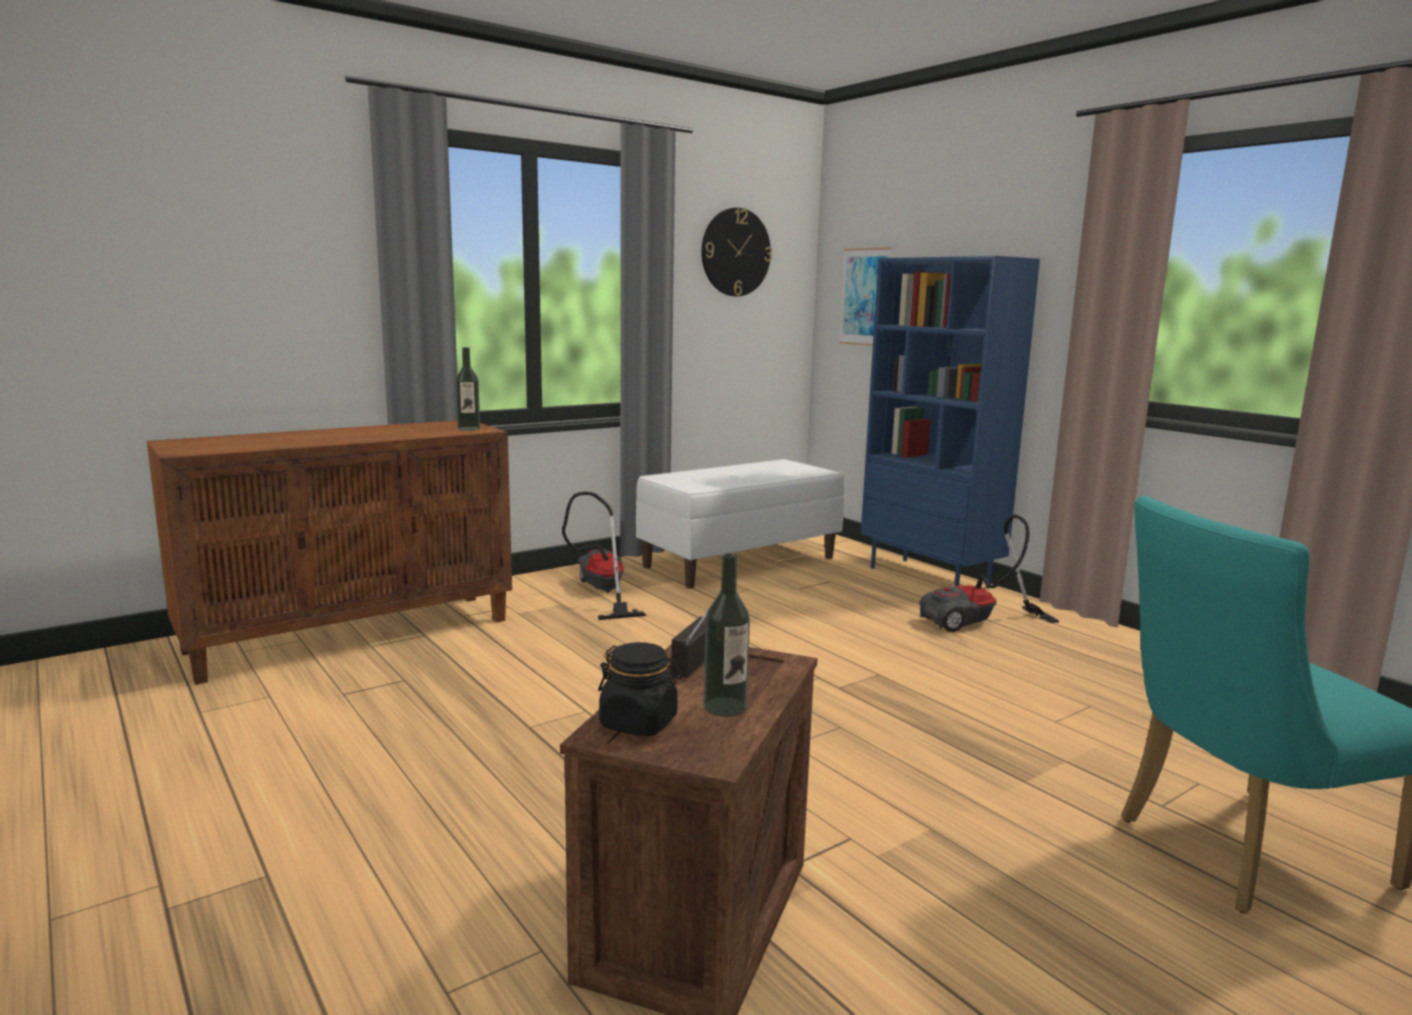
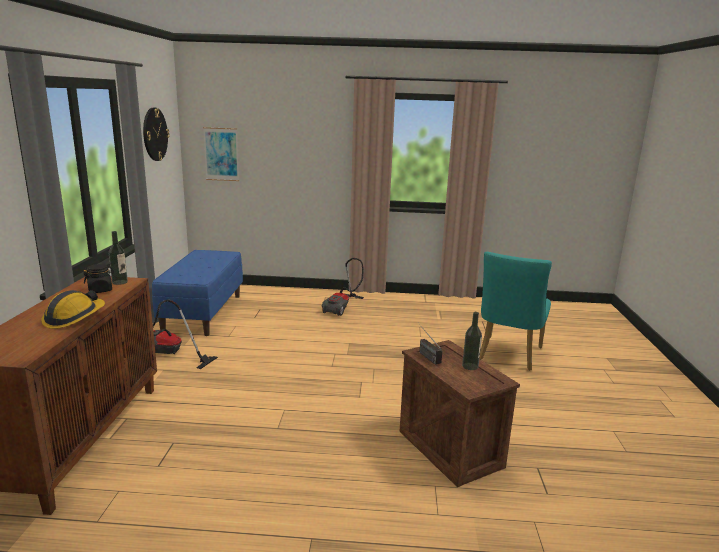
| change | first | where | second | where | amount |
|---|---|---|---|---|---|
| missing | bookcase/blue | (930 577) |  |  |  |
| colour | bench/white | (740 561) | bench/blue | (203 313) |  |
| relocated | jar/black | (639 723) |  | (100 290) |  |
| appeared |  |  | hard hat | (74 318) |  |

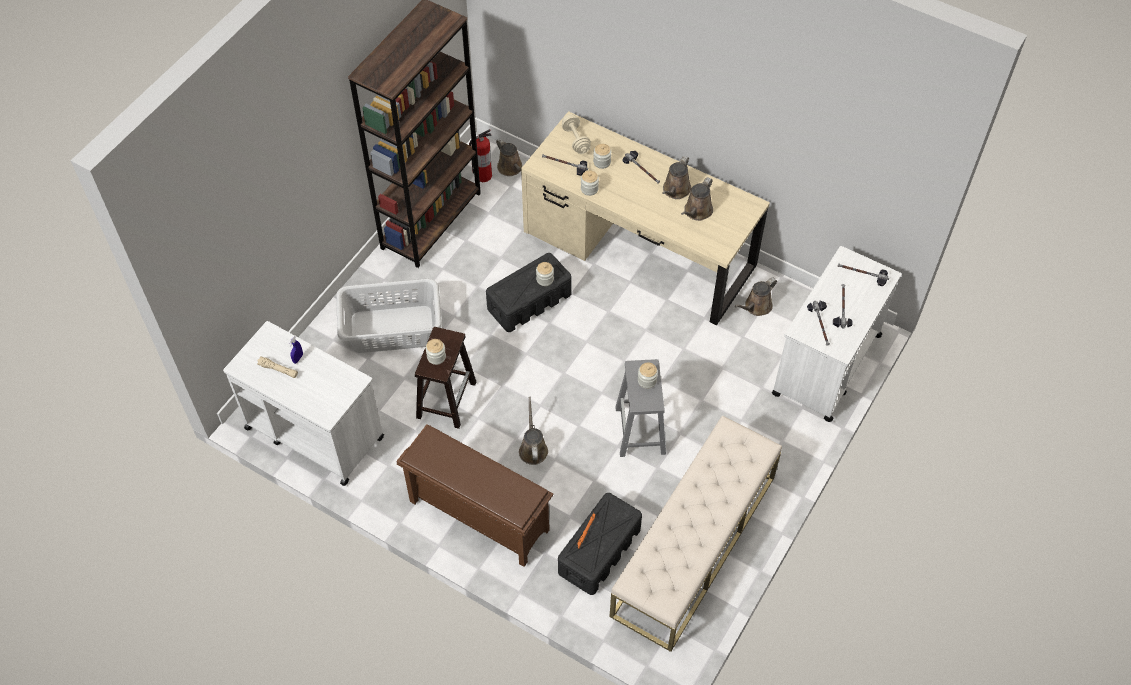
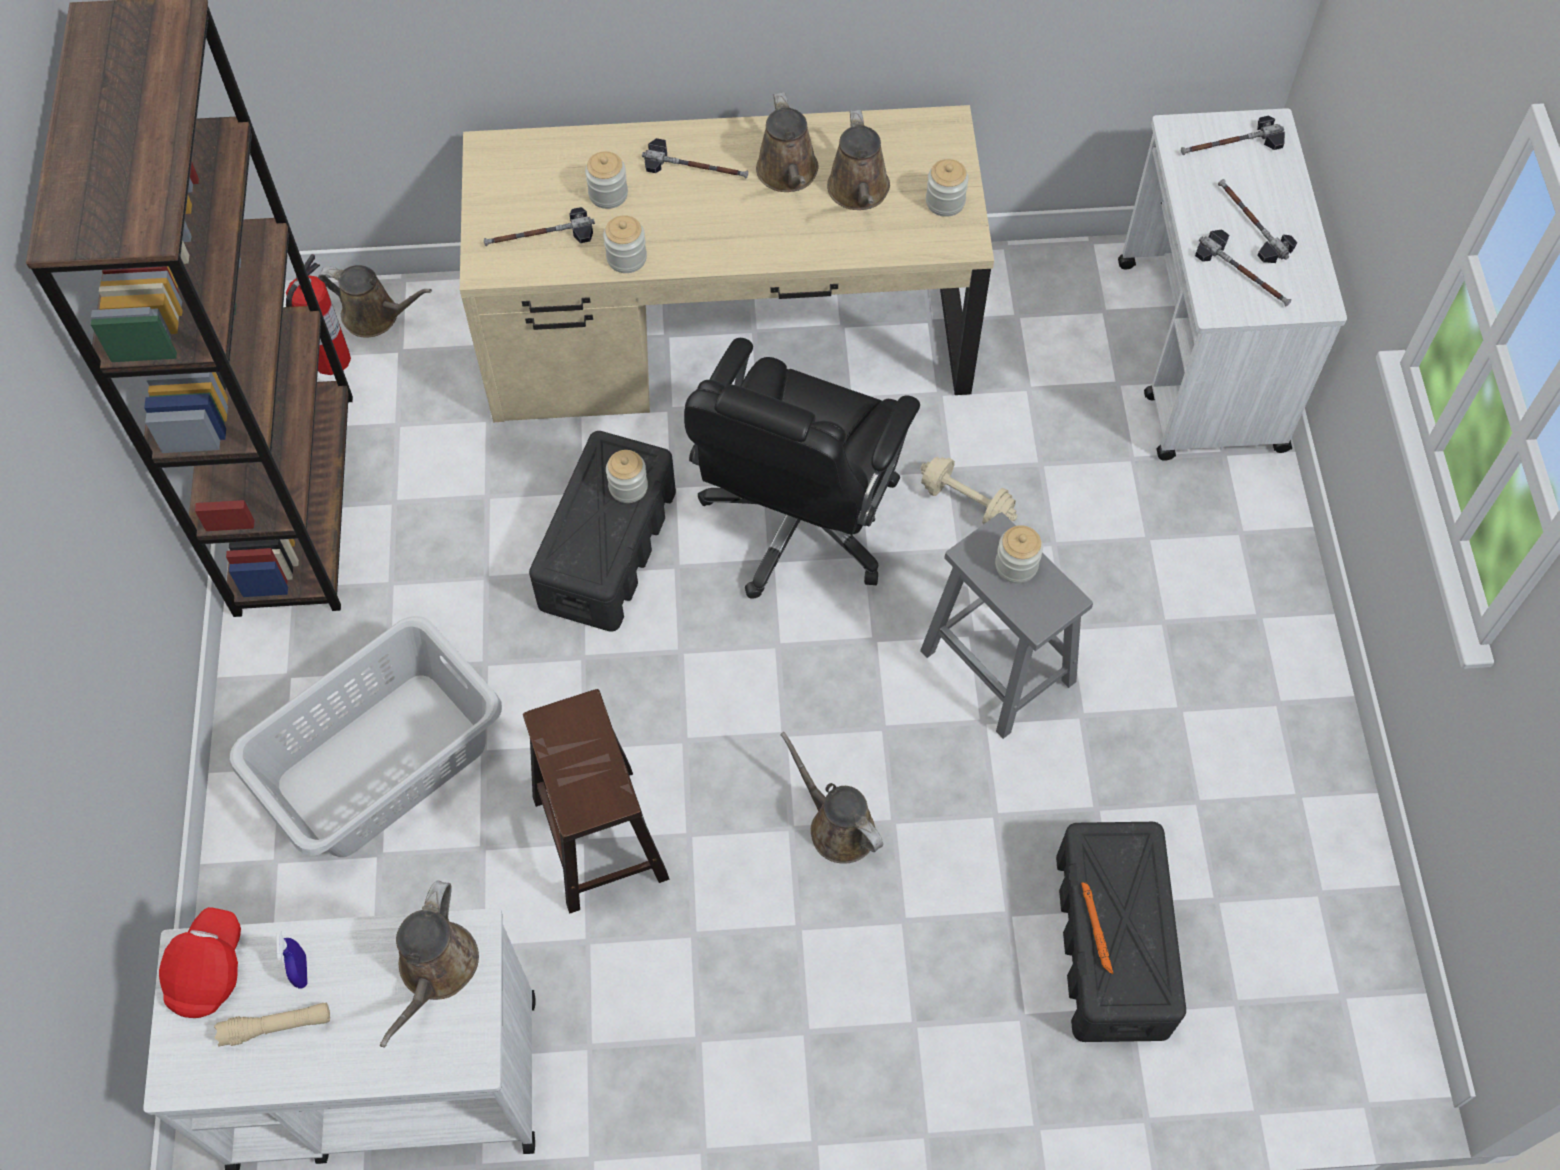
| change | first | where | second | where | amount |
|---|---|---|---|---|---|
| relocated | dumbbell/beige | (576 140) |  | (966 502) |  |
| relocated | watering can/brown | (756 307) |  | (436 970) |  |
| relocated | jar | (436 357) |  | (945 202) |  |
| missing | bench/beige | (694 546) |  |  |  |
| missing | shoe rack/brown | (477 516) |  |  |  |
| appeared |  |  | office chair/black | (799 523) |  |
| appeared |  |  | cap/red | (208 970) |  |

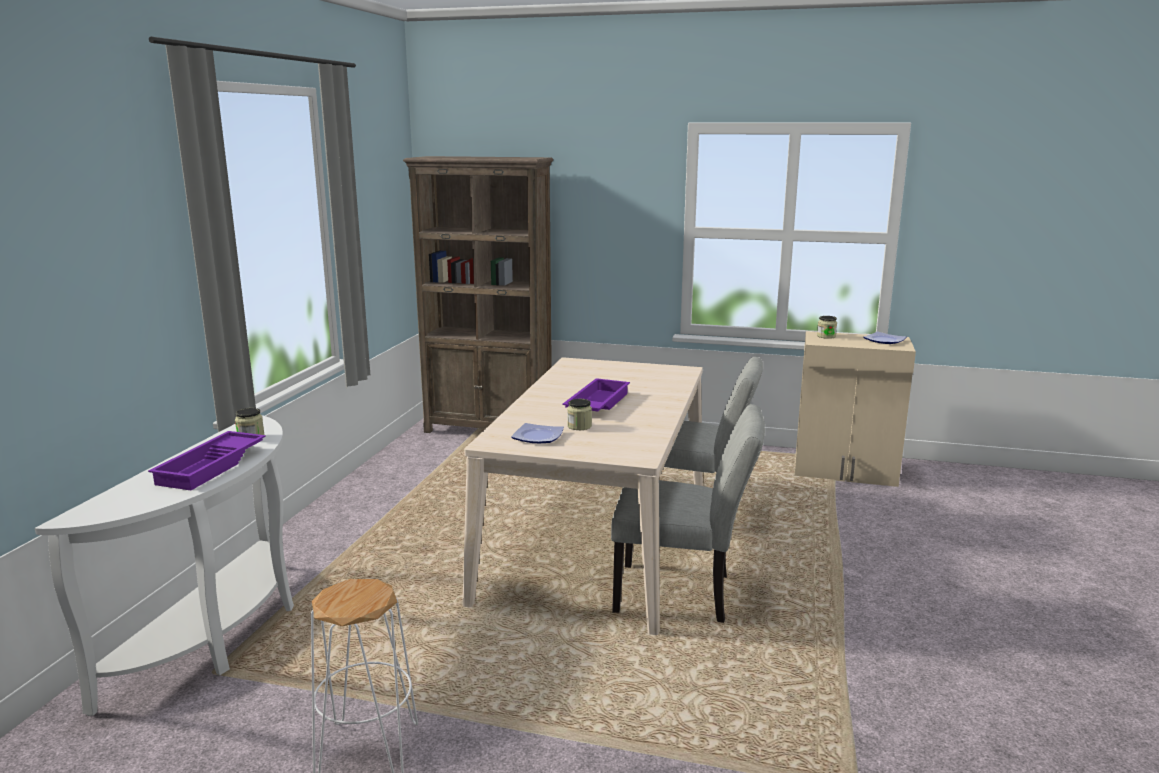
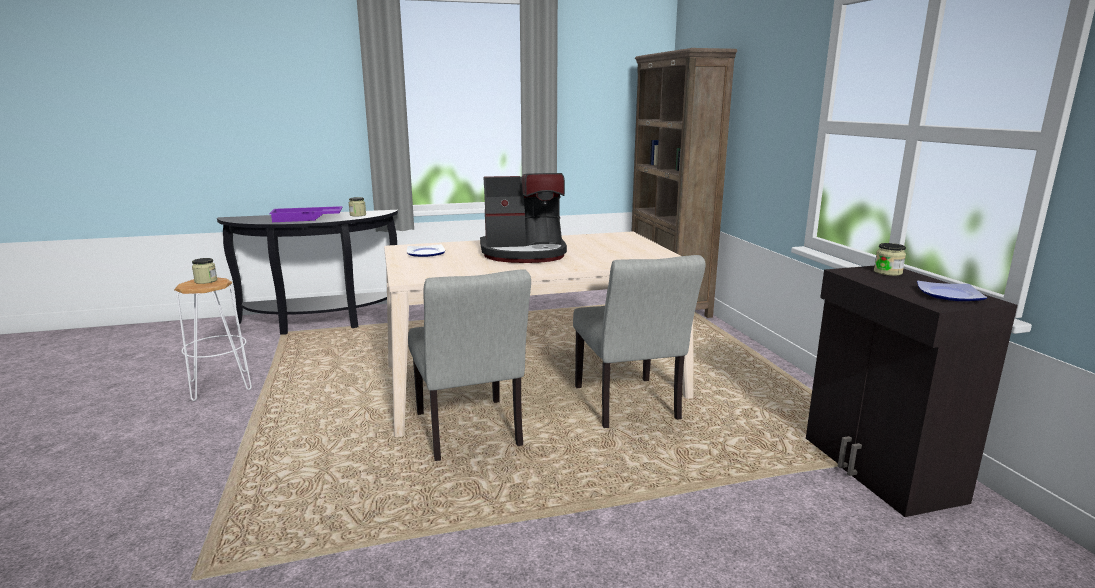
| change | first | where | second | where | amount |
|---|---|---|---|---|---|
| colour | cabinet/beige | (845 472) | cabinet/black | (879 469) |  |
| exchanged | tray/purple | (596 404) | coffee machine | (524 253) |  |
| relocated | jar | (579 426) |  | (206 281) |  |
| colour | console table/white | (221 634) | console table/black | (320 323) |  |

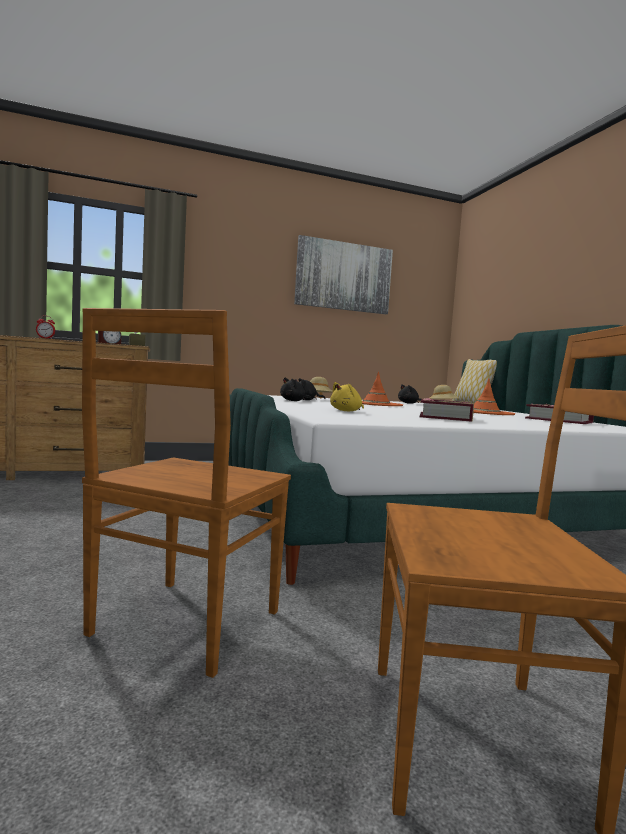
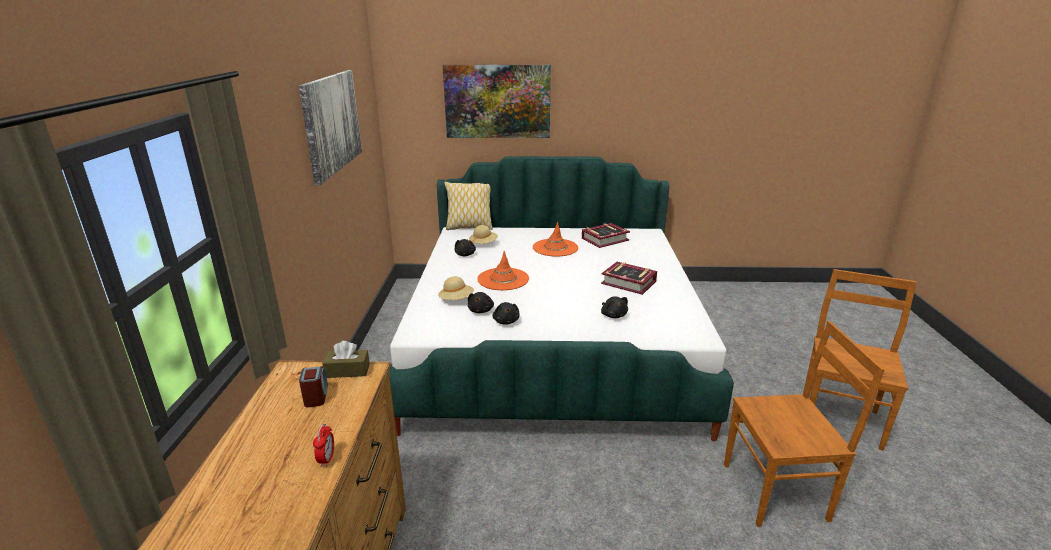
| change | first | where | second | where | amount |
|---|---|---|---|---|---|
| spun | chair/brown | (183 625) |  | (777 491) | 45 degrees counterclockwise |
| colour | plush toy/yellow | (347 411) | plush toy/black | (613 315) |  |
| appeared |  |  | picture | (497 101) |  |

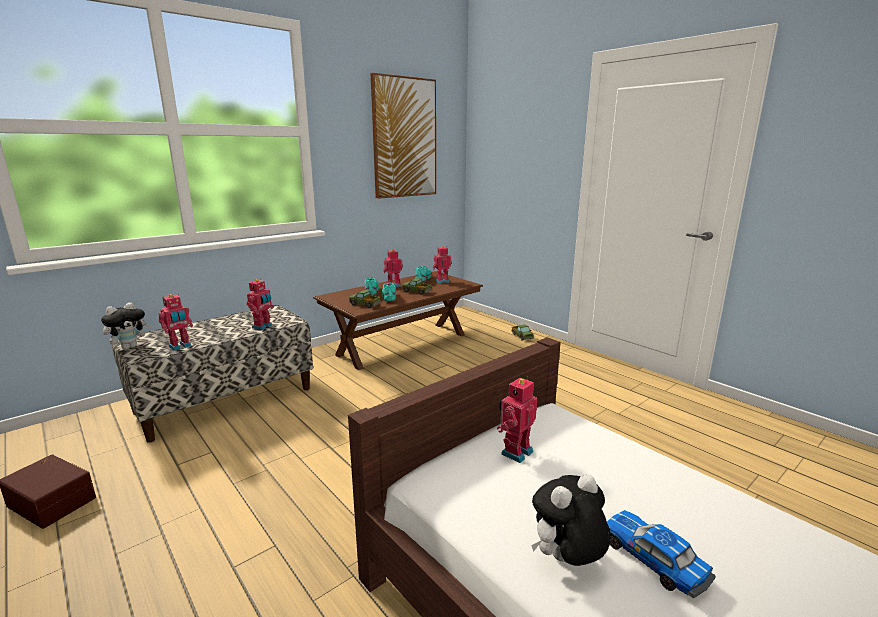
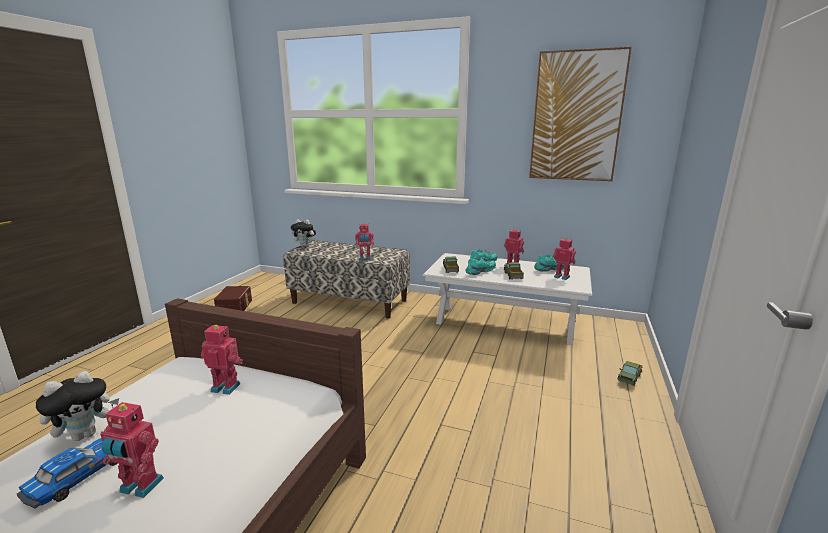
| change | first | where | second | where | amount |
|---|---|---|---|---|---|
| colour | coffee table/brown | (403 344) | coffee table/white | (503 324) |  |
| relocated | toy robot | (180 346) |  | (139 487) |  |
| spun | plush toy | (566 561) |  | (86 434) | 105 degrees clockwise |

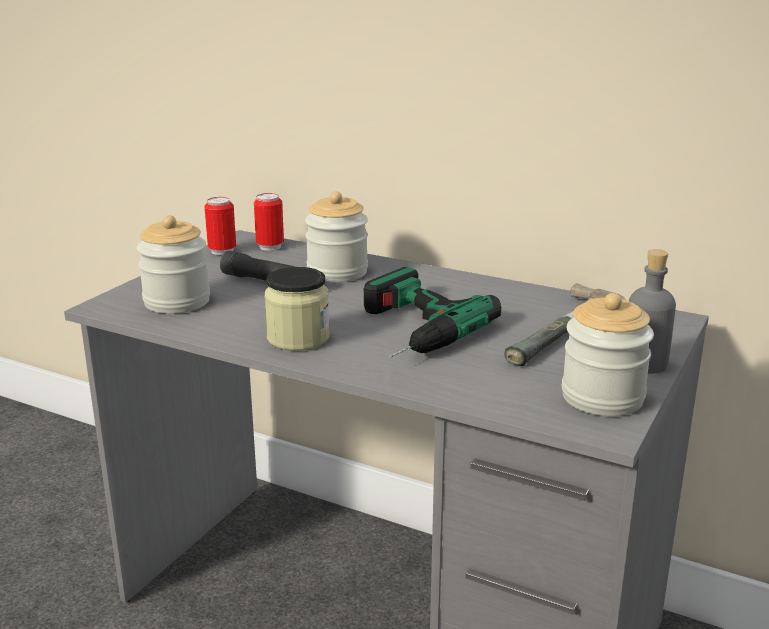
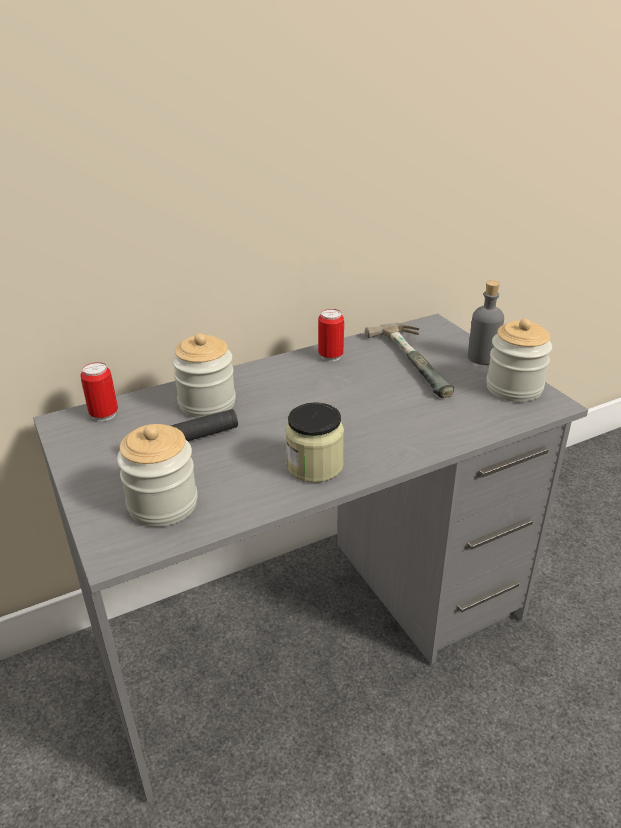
| change | first | where | second | where | amount |
|---|---|---|---|---|---|
| relocated | can | (222 251) |  | (331 356) |  |
| missing | power drill | (405 330) |  |  |  |

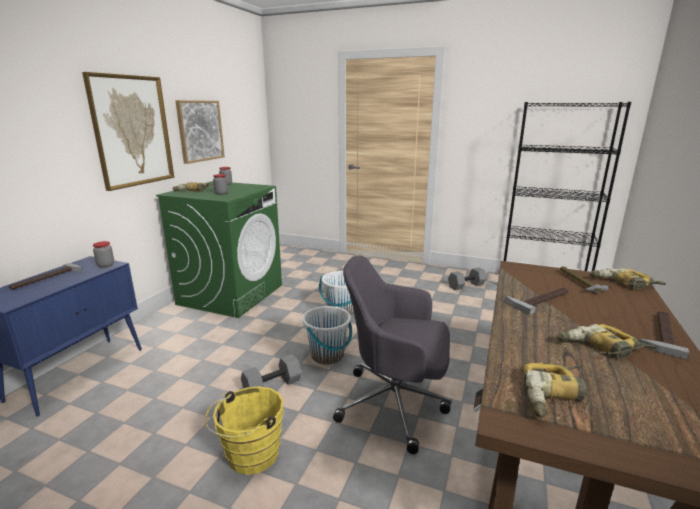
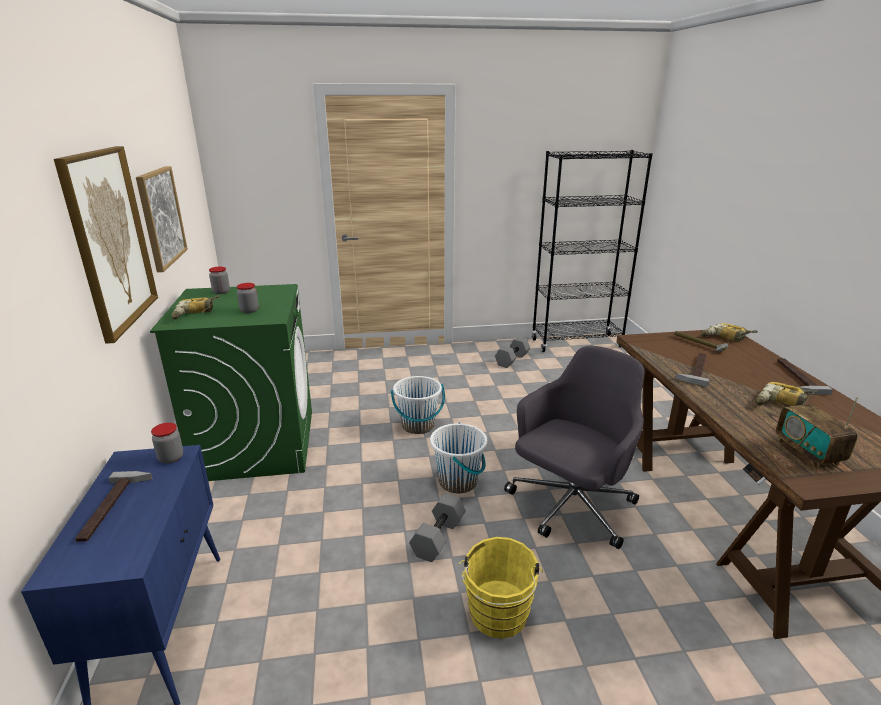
| change | first | where | second | where | amount |
|---|---|---|---|---|---|
| spun | office chair/grey | (395 404) |  | (570 507) | 150 degrees clockwise |
| exchanged | power drill | (556 397) | radio | (808 453) |  |

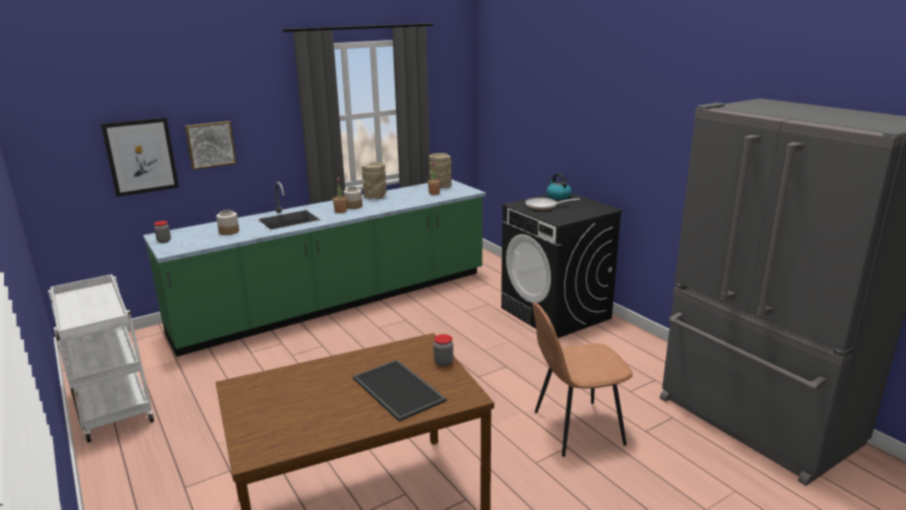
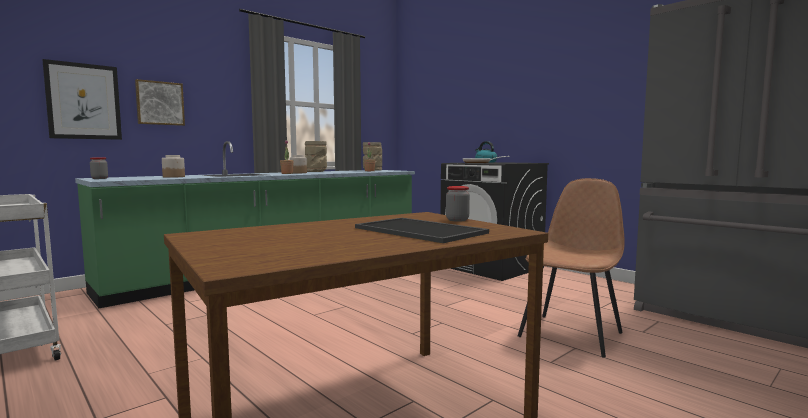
| change | first | where | second | where | amount |
|---|---|---|---|---|---|
| spun | chair/brown | (575 428) |  | (571 334) | 150 degrees clockwise |

